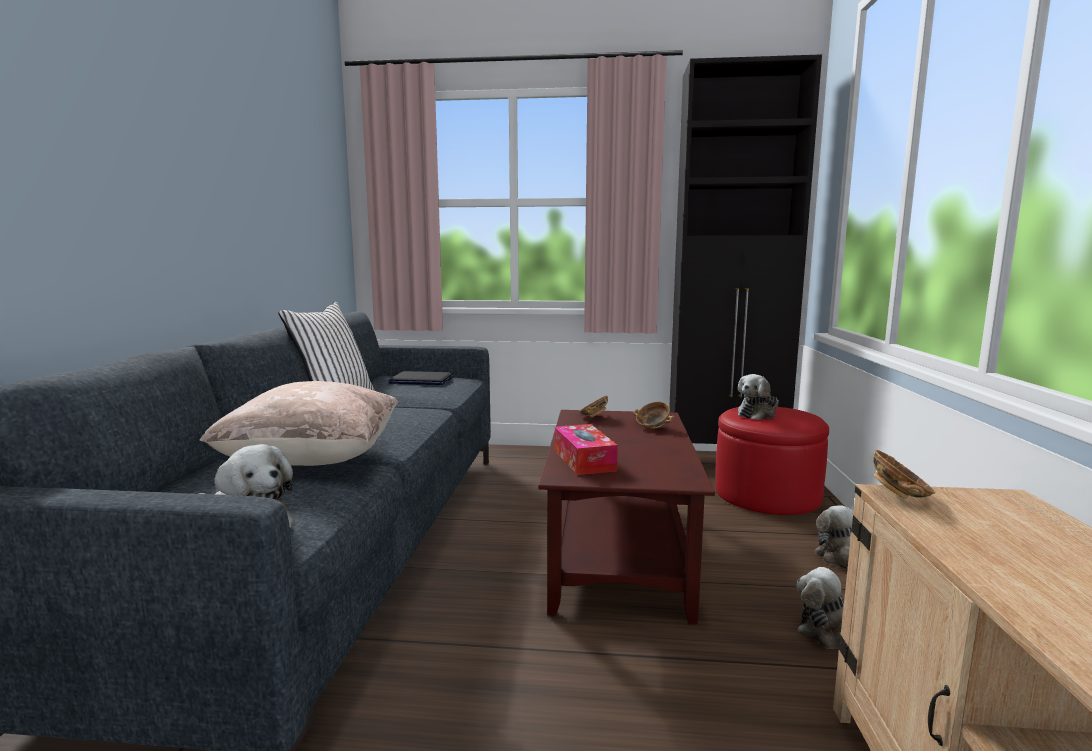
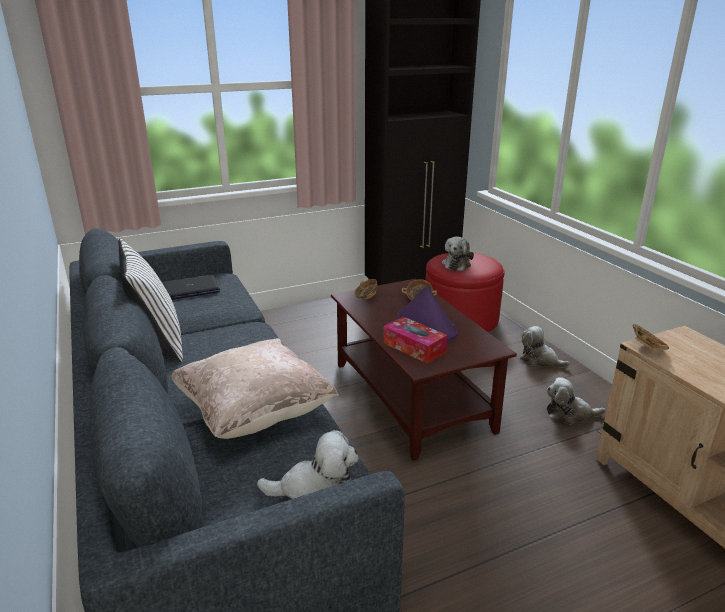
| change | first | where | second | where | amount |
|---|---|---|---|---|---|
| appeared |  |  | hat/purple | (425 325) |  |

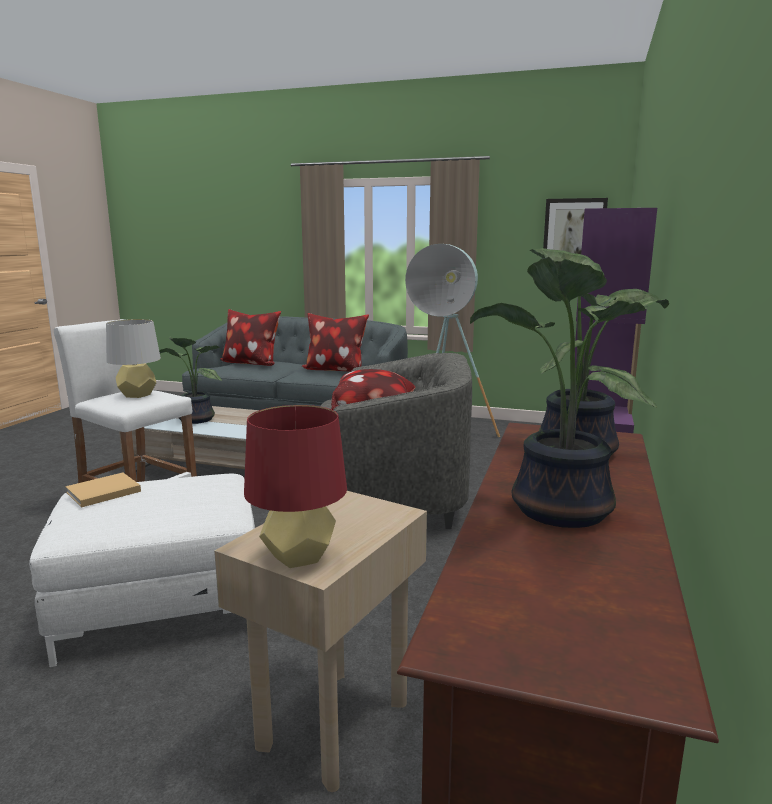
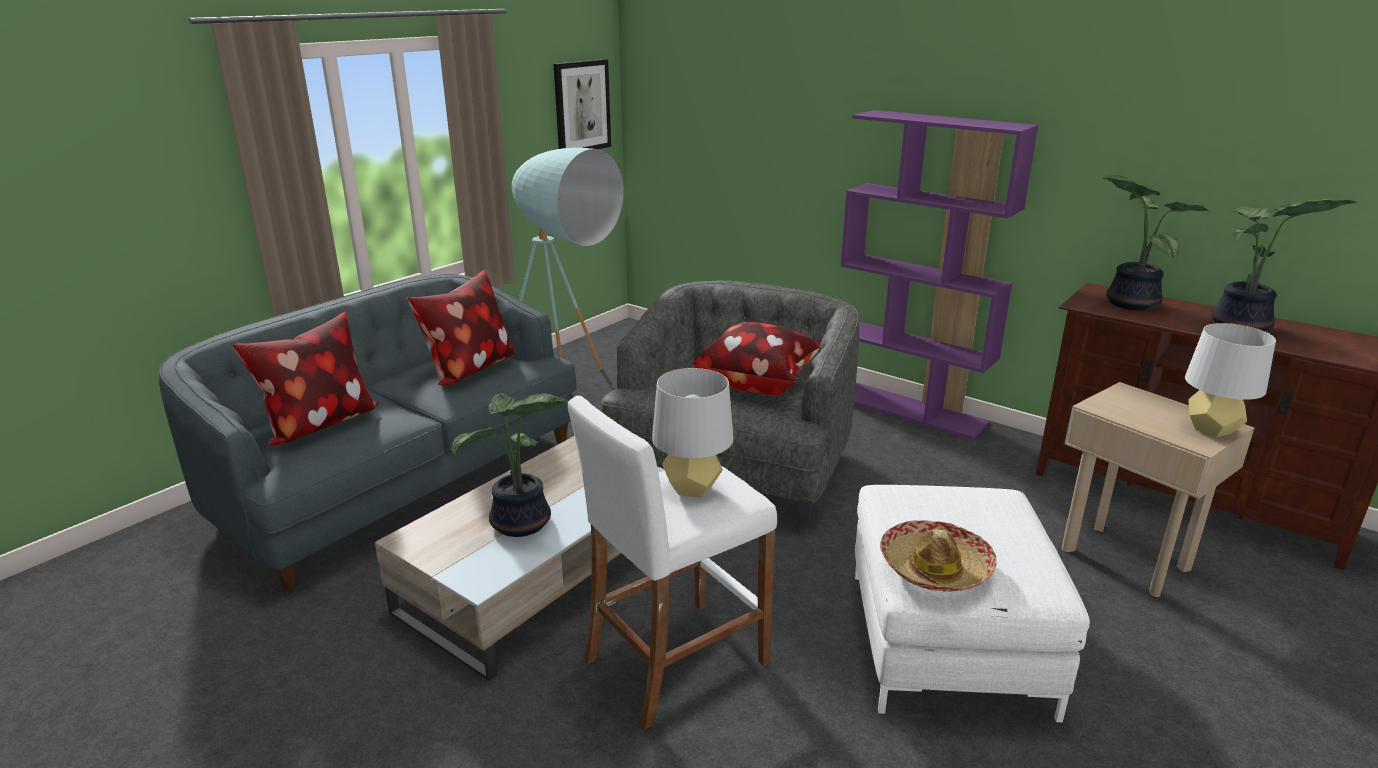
| change | first | where | second | where | amount |
|---|---|---|---|---|---|
| colour | table lamp/red | (298 556) | table lamp/grey | (1211 429) |  |
| exchanged | book/beige | (101 492) | hat | (934 567) |  |

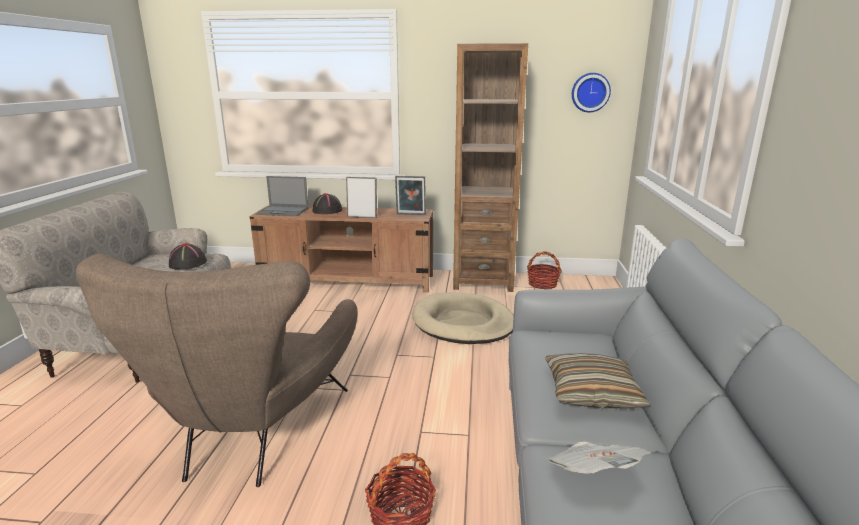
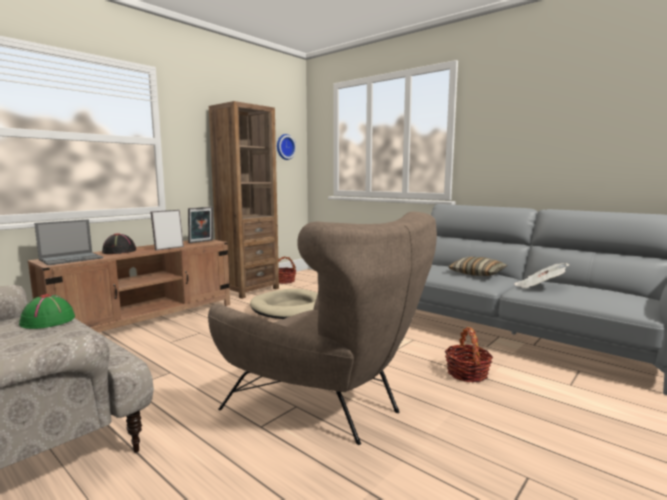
| change | first | where | second | where | amount |
|---|---|---|---|---|---|
| colour | hat/black | (187 264) | hat/green | (48 321) |  |

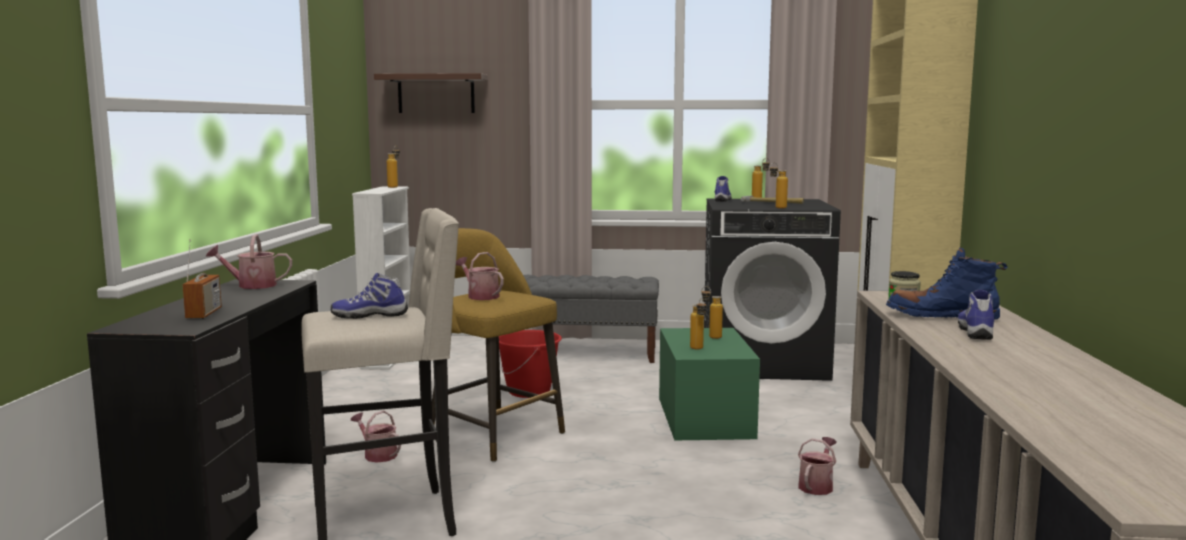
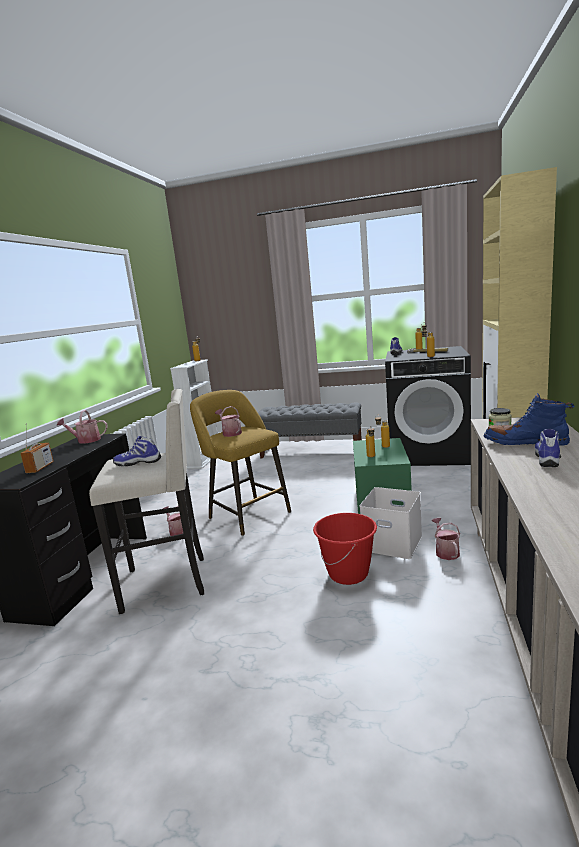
| change | first | where | second | where | amount |
|---|---|---|---|---|---|
| missing | shelf | (436 94) |  |  |  |
| relocated | bucket/red | (529 391) |  | (348 573) |  |
| spun | watering can | (817 485) |  | (446 551) | 45 degrees counterclockwise |
| appeared |  |  | storage box/white | (394 542) |  |

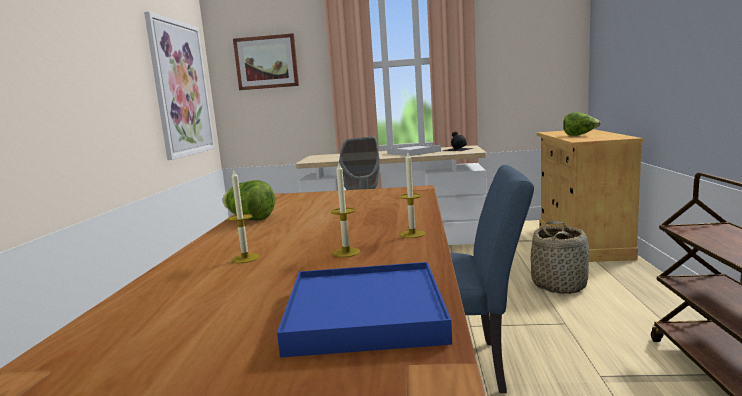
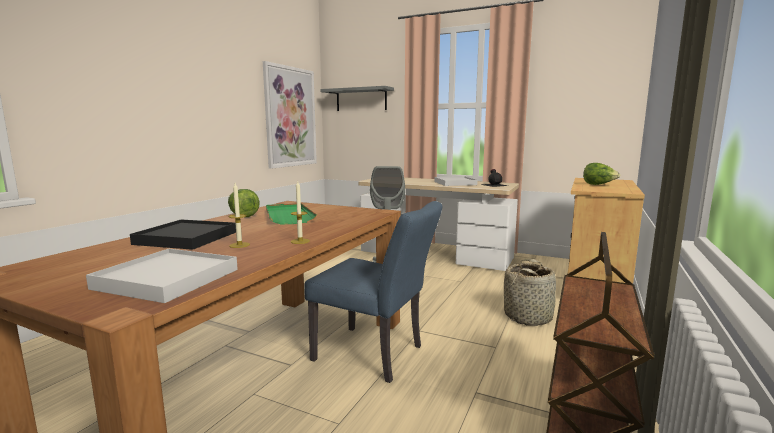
| change | first | where | second | where | amount |
|---|---|---|---|---|---|
| exchanged | picture | (266 62) | shelf/grey | (361 99) |  |
| exchanged | candle | (245 258) | tray/black | (186 238) |  |
| colour | tray/blue | (365 313) | tray/white | (168 279) |  |
| appeared |  |  | tray/green | (288 216) |  |

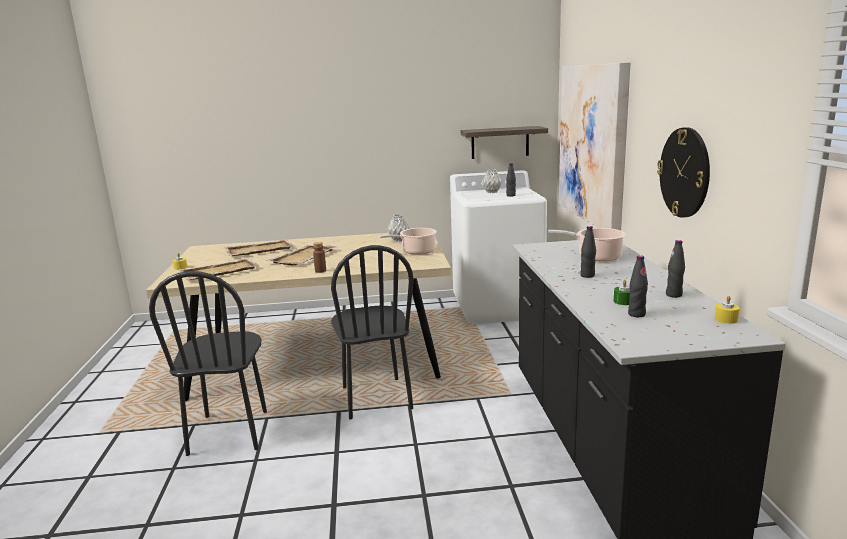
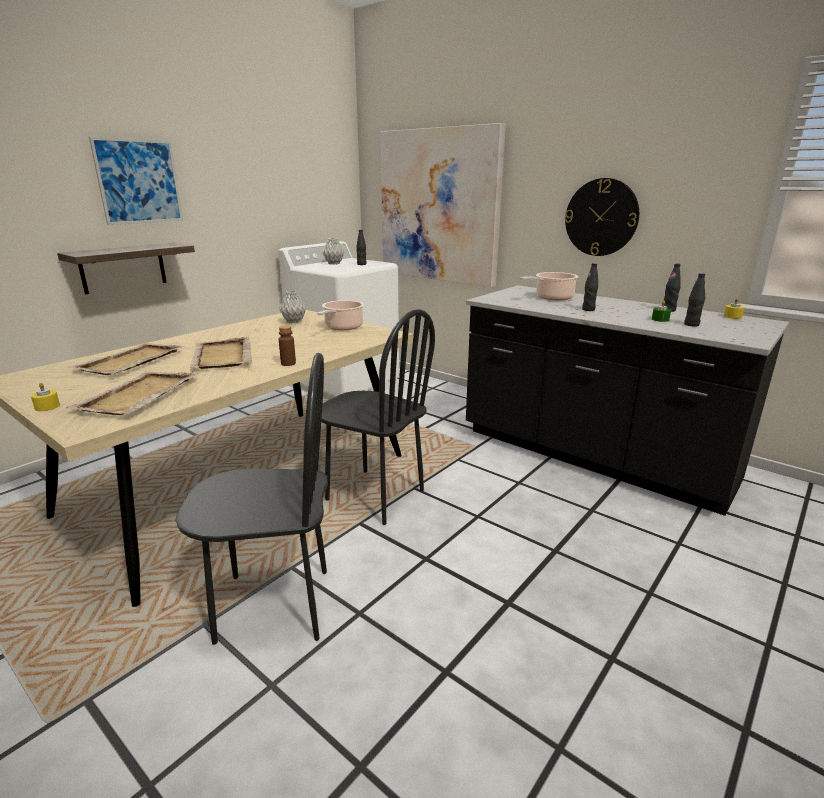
| change | first | where | second | where | amount |
|---|---|---|---|---|---|
| relocated | shelf | (500 142) |  | (123 268) |  |
| spun | chair/black | (229 432) |  | (274 605) | 45 degrees counterclockwise |
| appeared |  |  | picture | (139 181) |  |

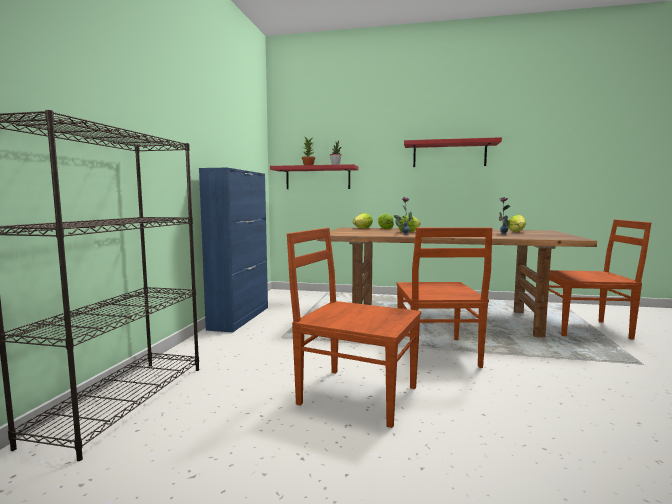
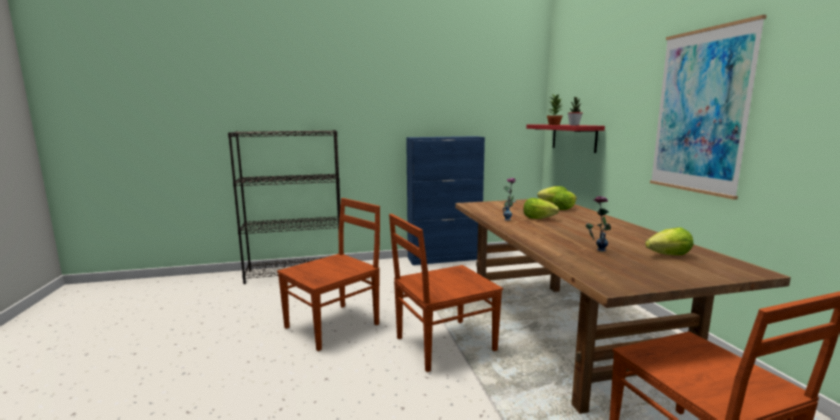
| change | first | where | second | where | amount |
|---|---|---|---|---|---|
| exchanged | shelf/red | (449 154) | picture | (700 112) |  |
| spun | chair/brown | (355 394) |  | (334 325) | 45 degrees clockwise |

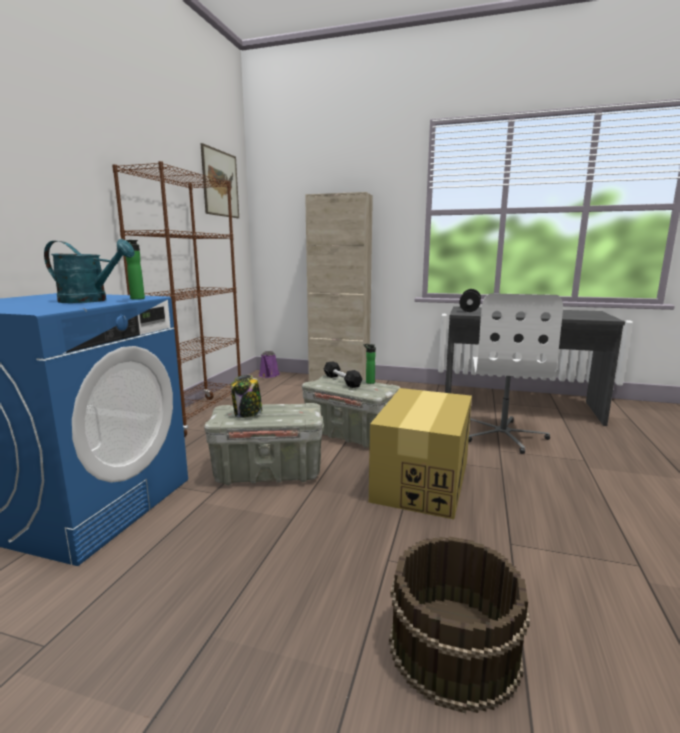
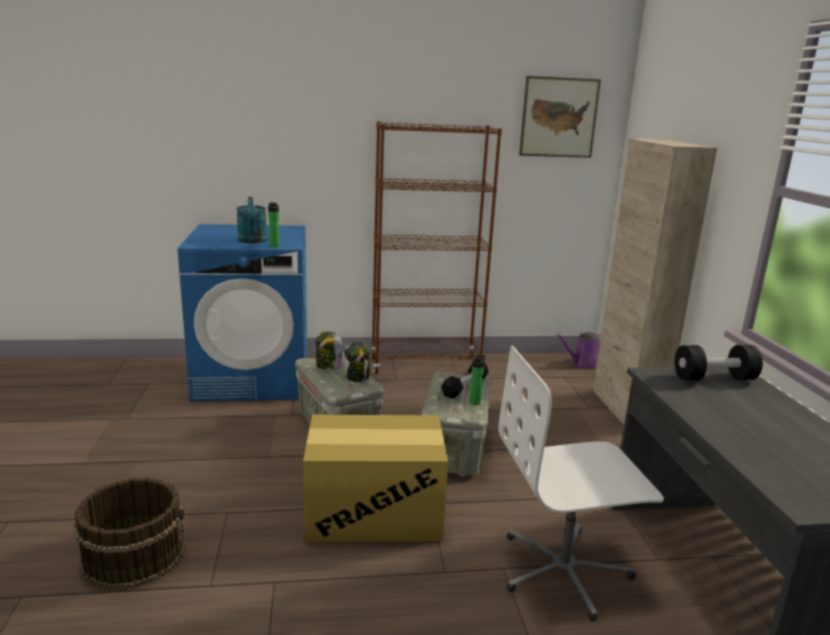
| change | first | where | second | where | amount |
|---|---|---|---|---|---|
| appeared |  |  | jar | (357 377) |  |

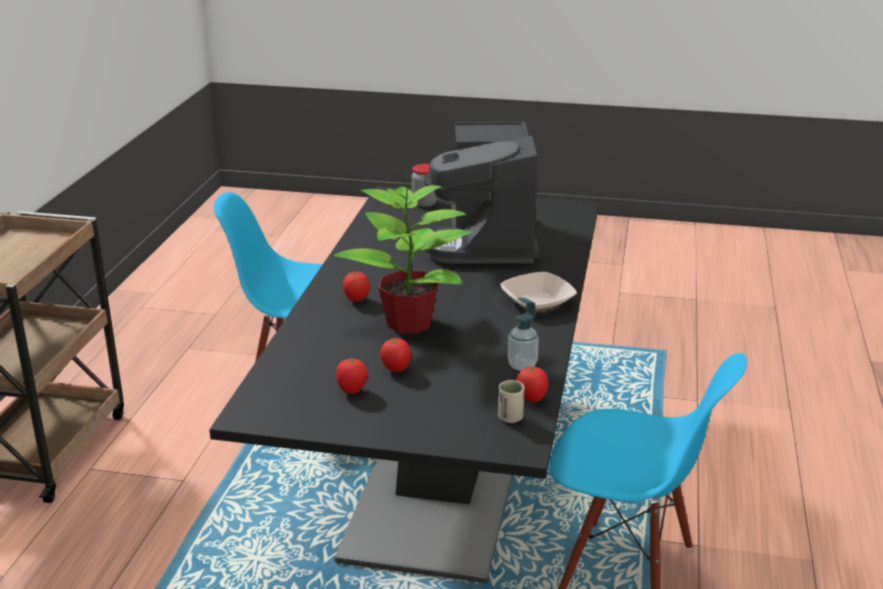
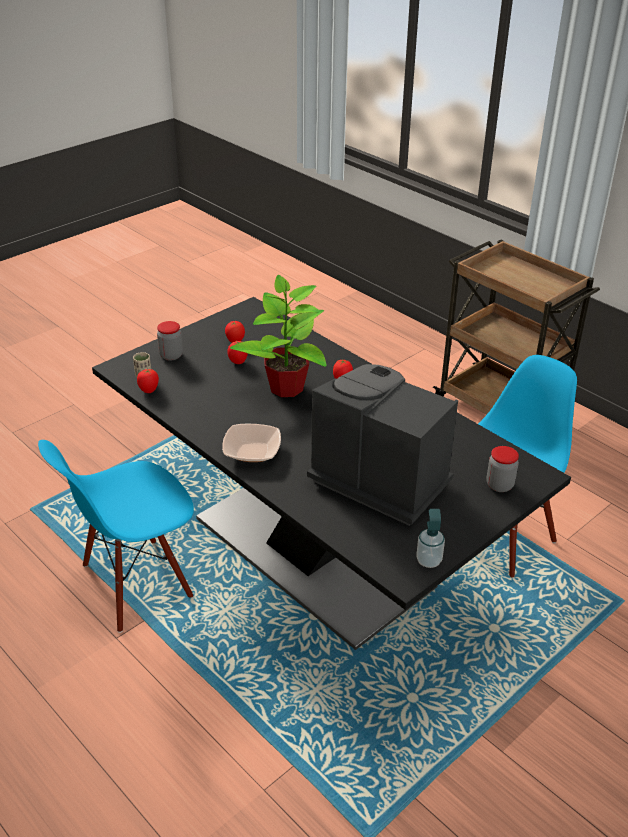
| change | first | where | second | where | amount |
|---|---|---|---|---|---|
| relocated | soap dispenser | (522 365) |  | (428 560) |  |
| appeared |  |  | jar | (171 355) |  |

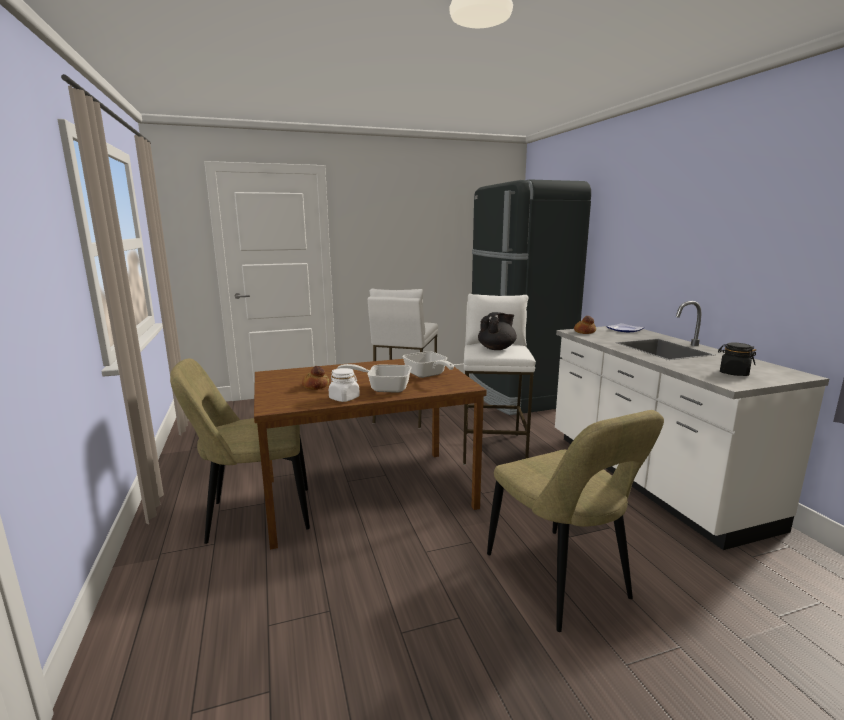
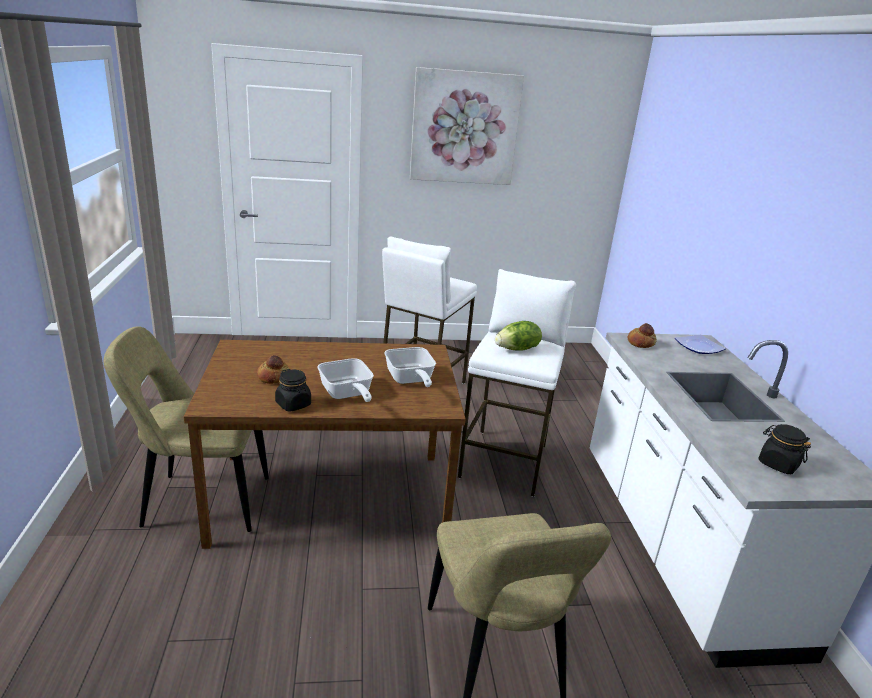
| change | first | where | second | where | amount |
|---|---|---|---|---|---|
| missing | fridge/black | (516 396) |  |  |  |
| exchanged | teapot/black | (497 348) | lettuce | (517 349) |  |
| spun | frying pan | (383 388) |  | (346 394) | 135 degrees counterclockwise |
| colour | jar/white | (344 398) | jar/black | (293 404) |  |
| appeared |  |  | picture | (464 128) |  |

